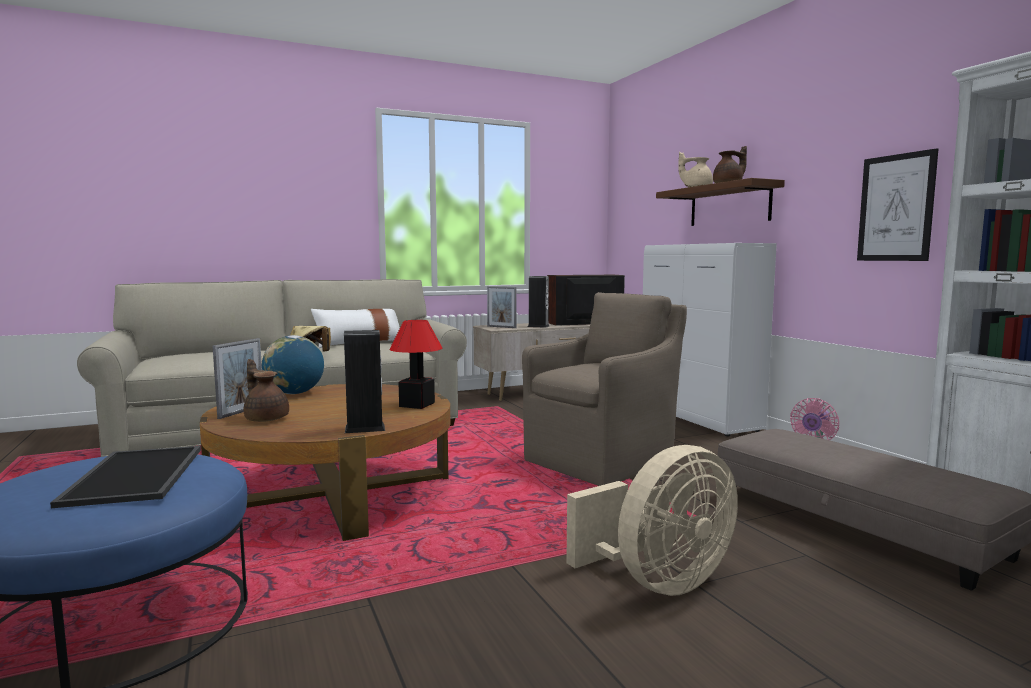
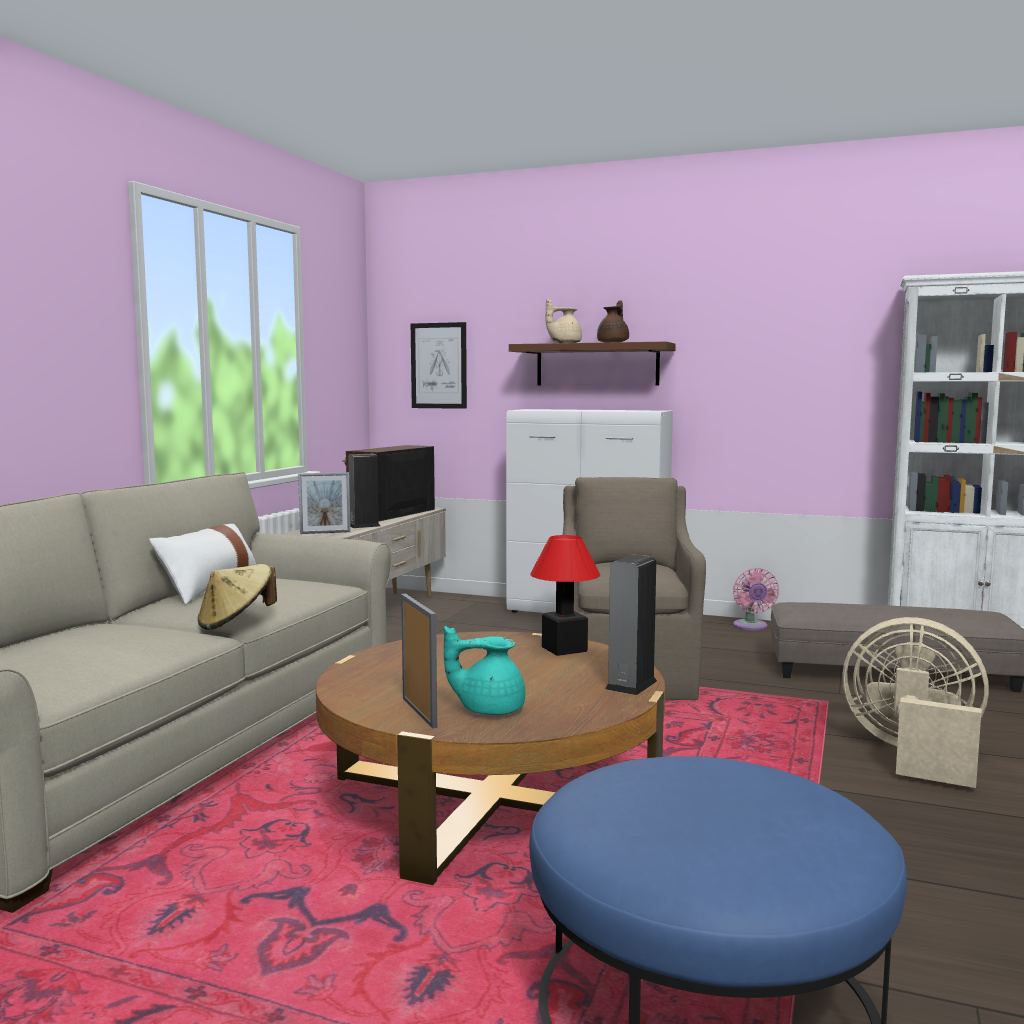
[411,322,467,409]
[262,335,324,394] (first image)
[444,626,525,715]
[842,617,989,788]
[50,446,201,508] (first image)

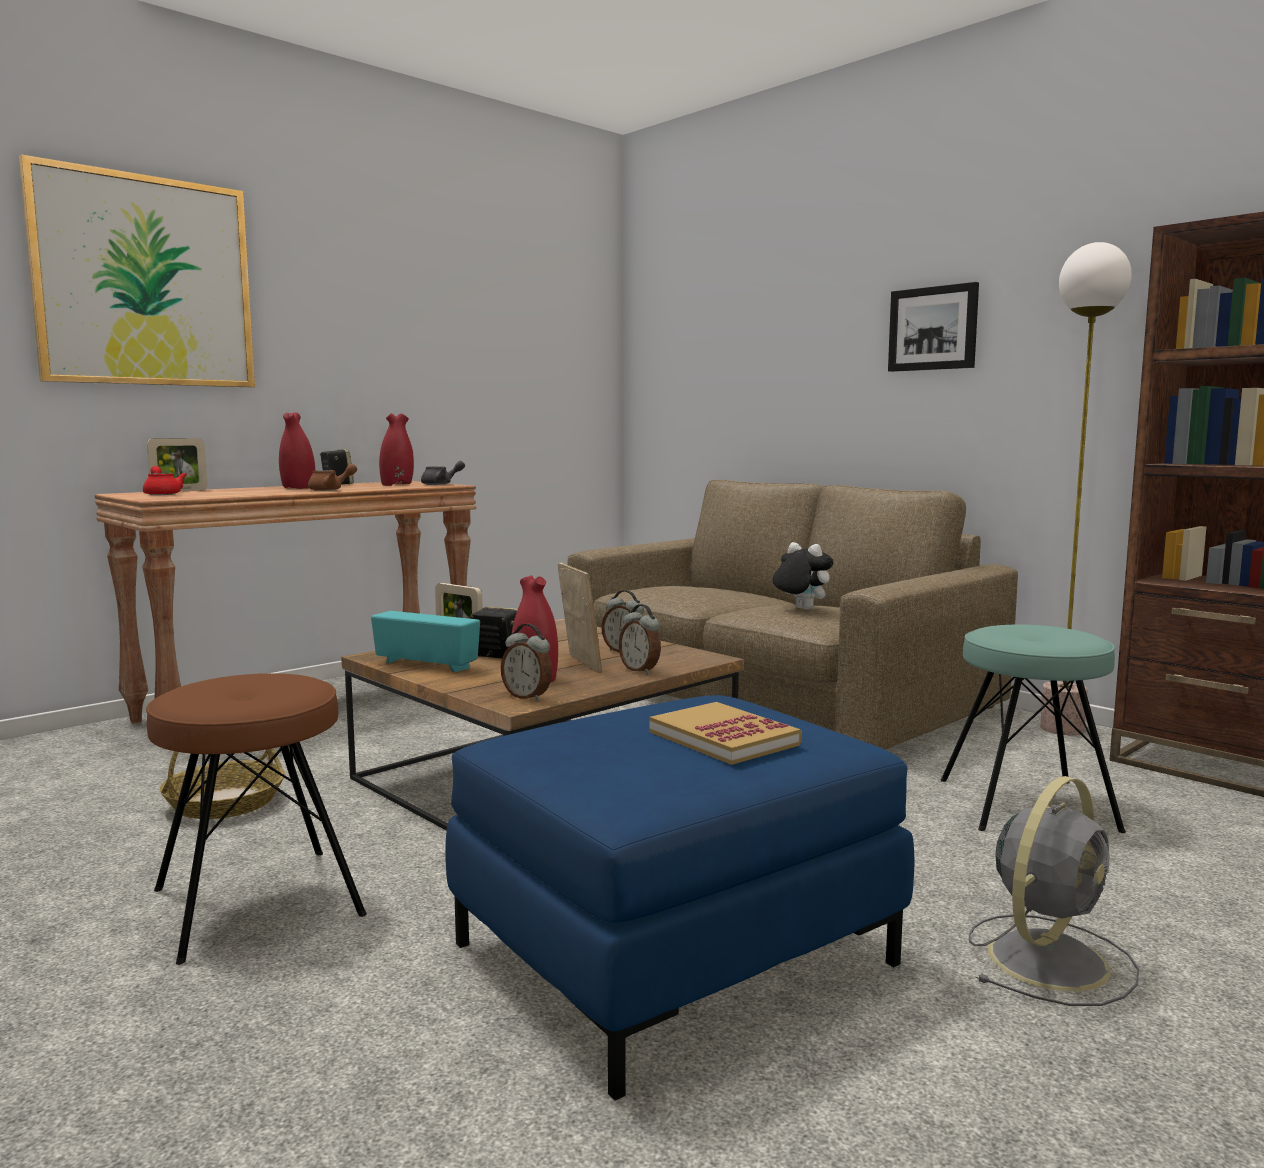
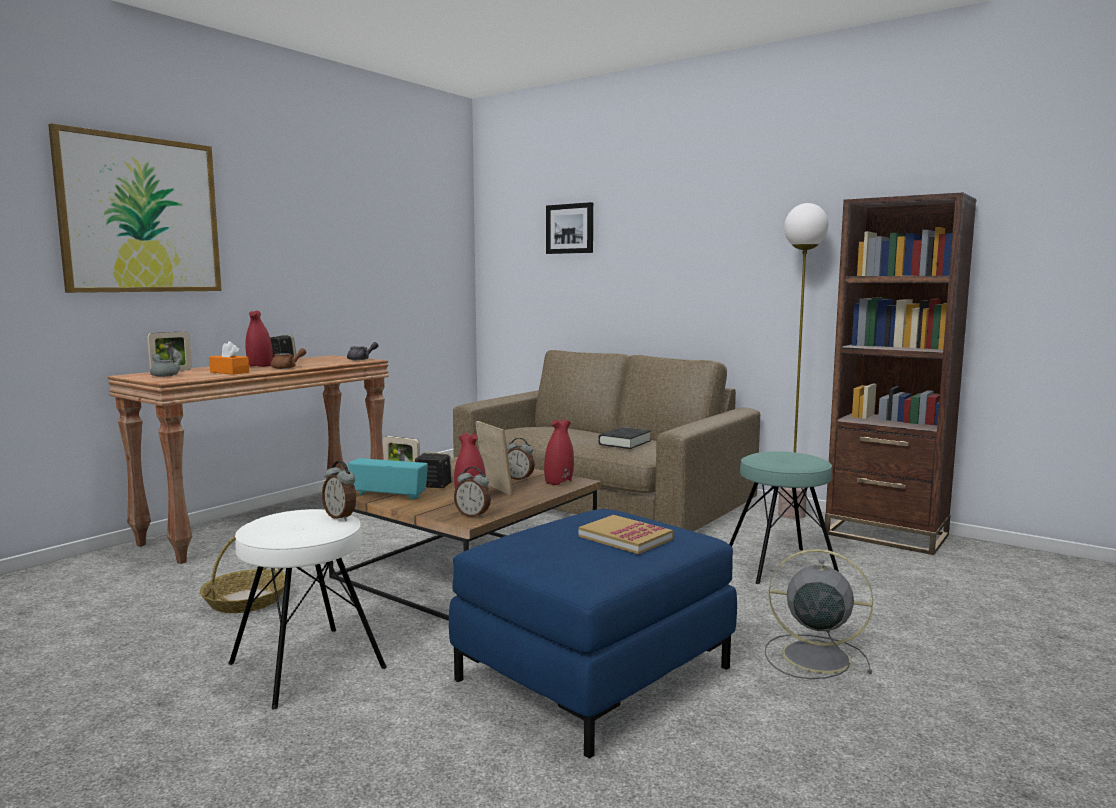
[546,202,593,254]
[544,419,574,485]
[150,354,182,377]
[598,427,651,449]
[322,461,356,521]
[228,509,387,710]
[765,549,873,679]
[209,341,249,375]

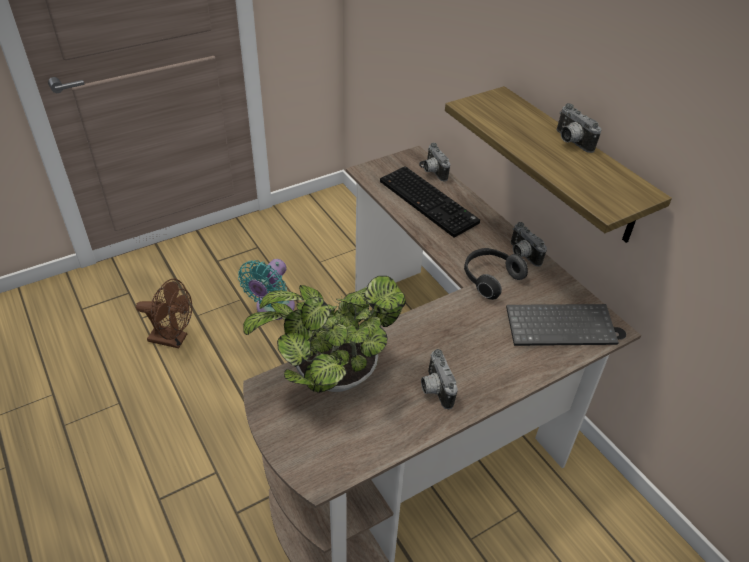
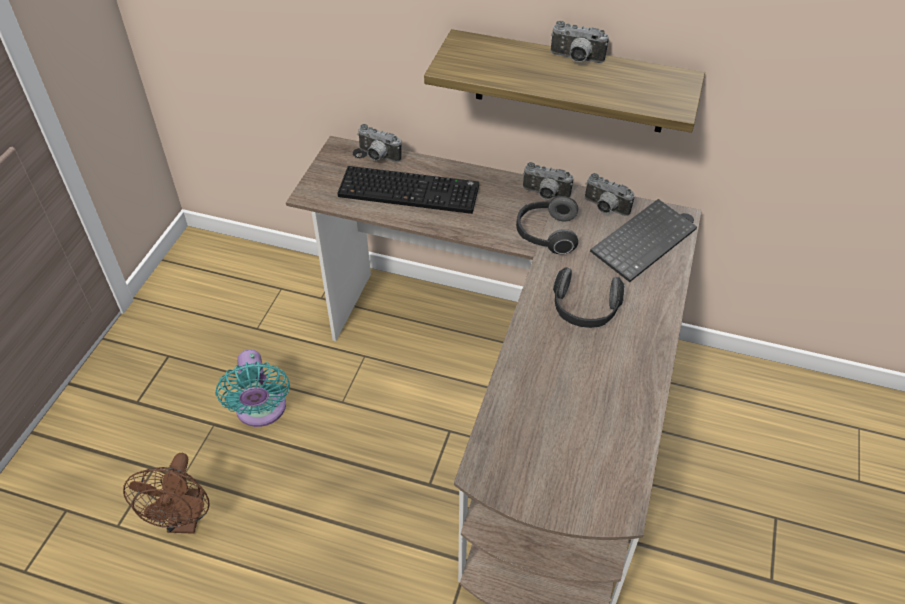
[243,276,406,393] (first image)
[123,453,210,534]
[585,173,635,216]
[553,267,625,328]

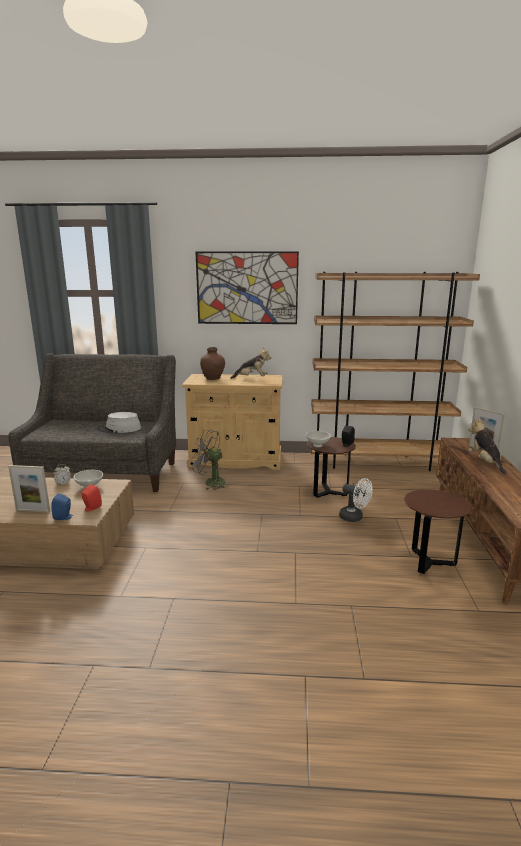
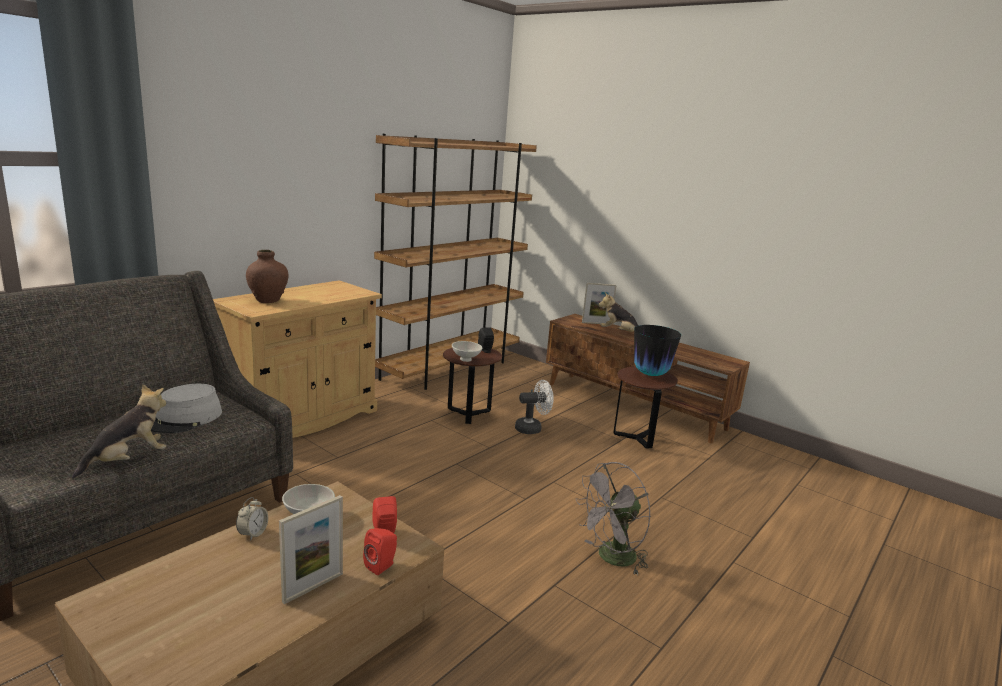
[196,251,299,324] (first image)
[72,384,166,479]
[576,462,651,576]
[363,528,397,575]
[634,325,681,376]

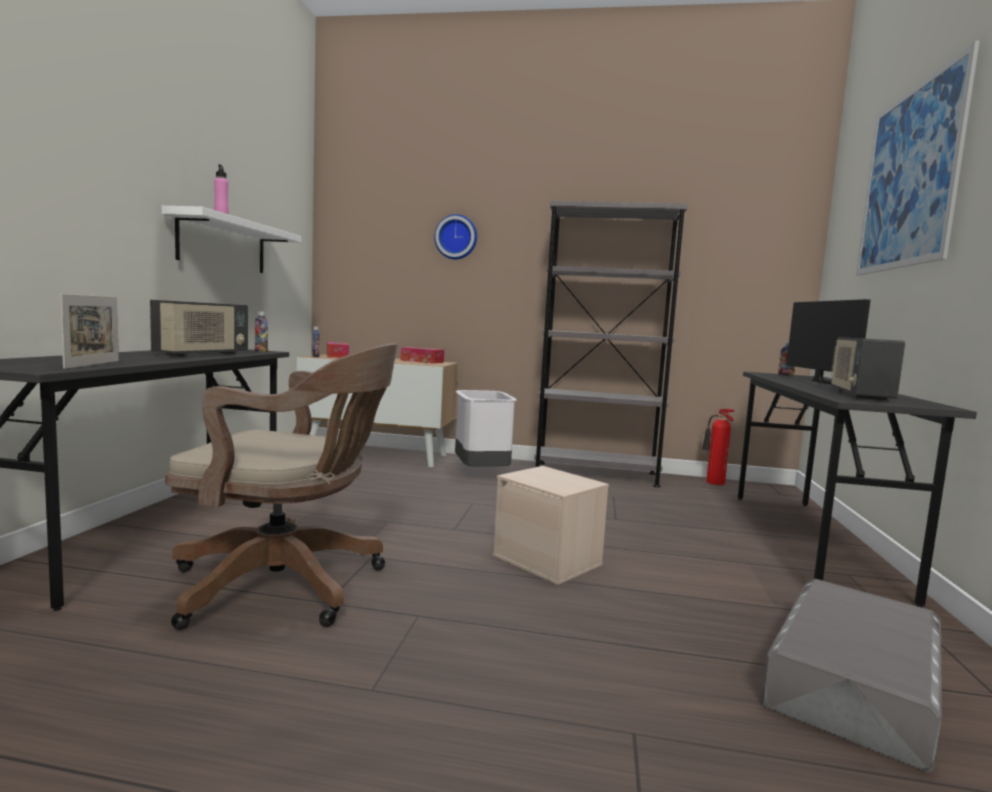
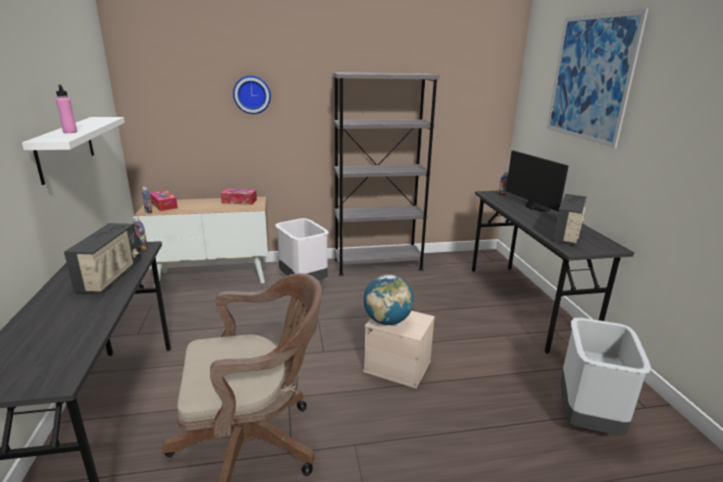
[60,294,119,369] (first image)
[553,194,586,245]
[702,409,735,485] (first image)
[560,318,651,436]
[363,274,414,325]

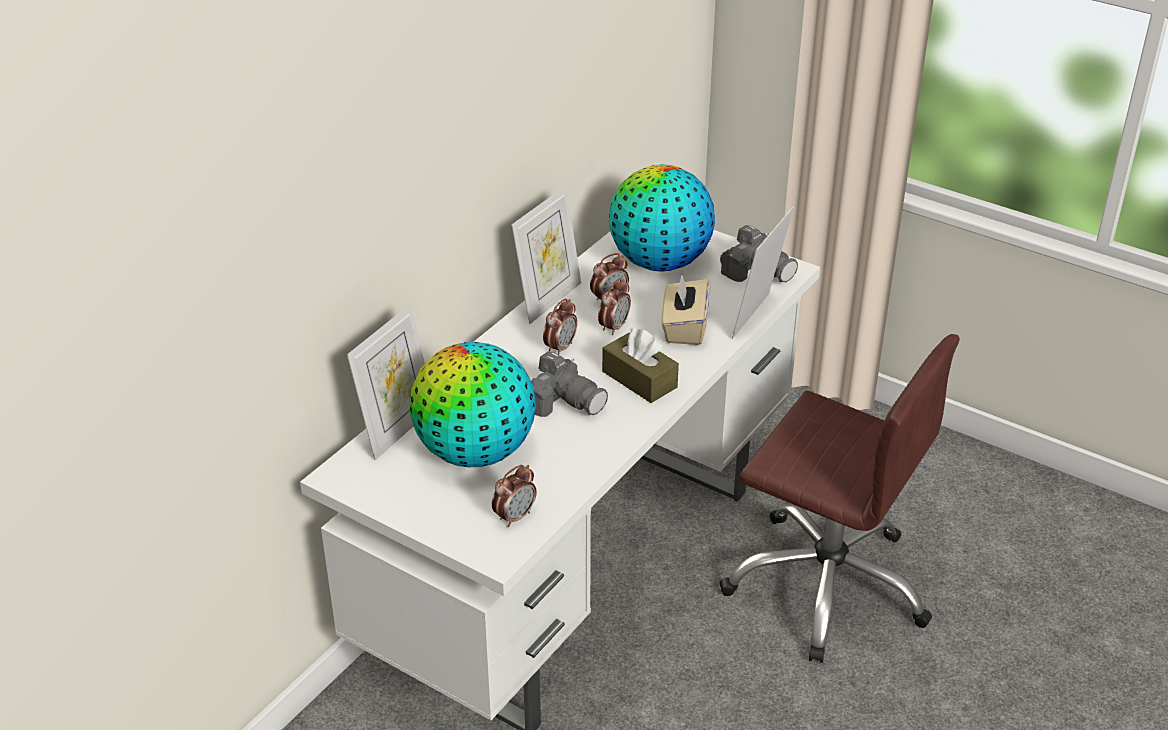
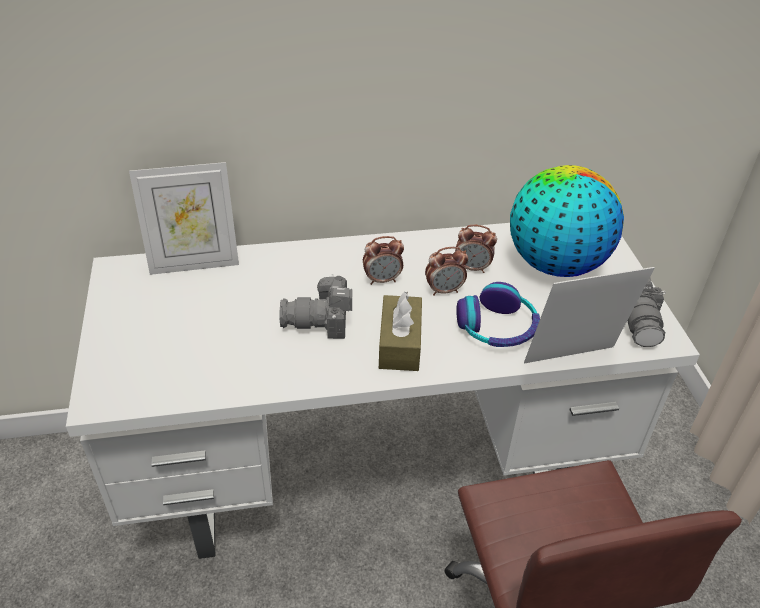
[512,186,581,324] (first image)
[456,282,540,347]
[410,342,536,467] (first image)
[279,274,352,339]
[492,465,537,527] (first image)

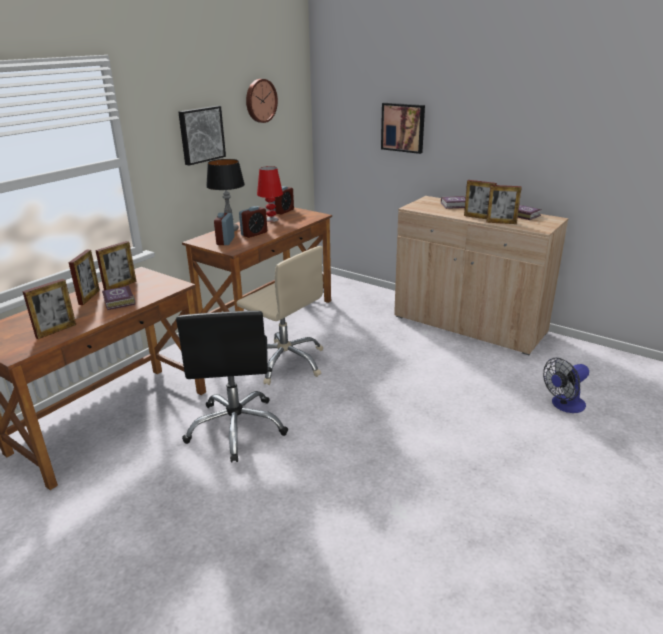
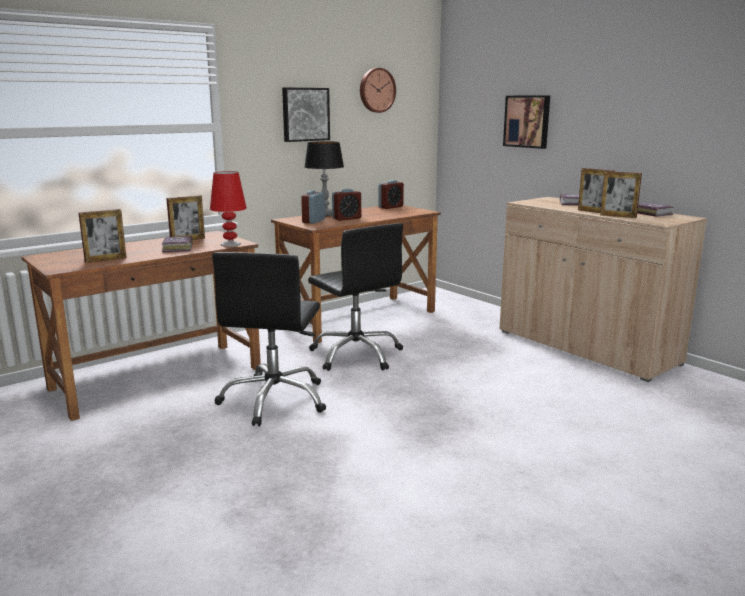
[210,171,247,247]
[308,223,403,371]
[68,250,100,305] (first image)
[543,358,589,413] (first image)

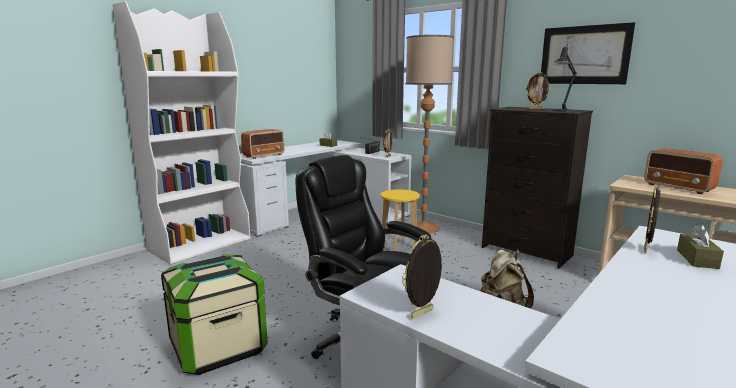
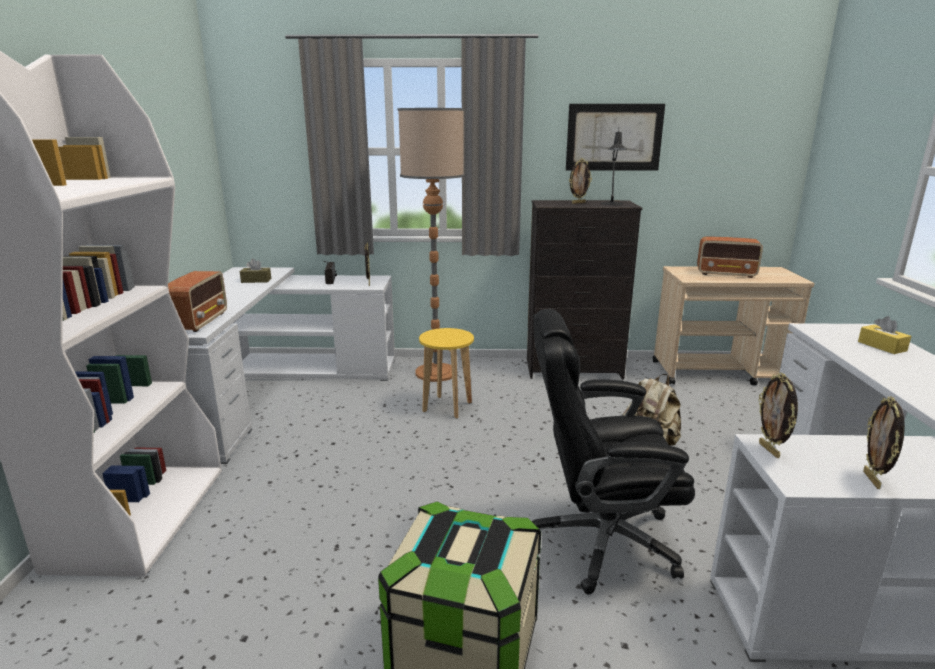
[759,373,798,458]
[858,316,911,354]

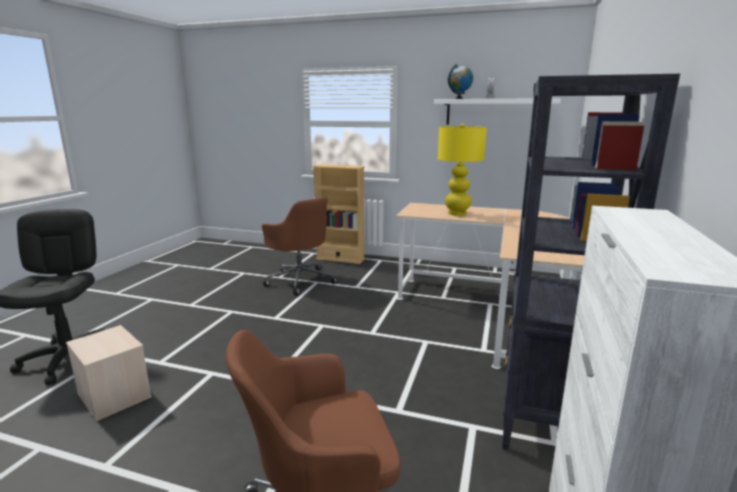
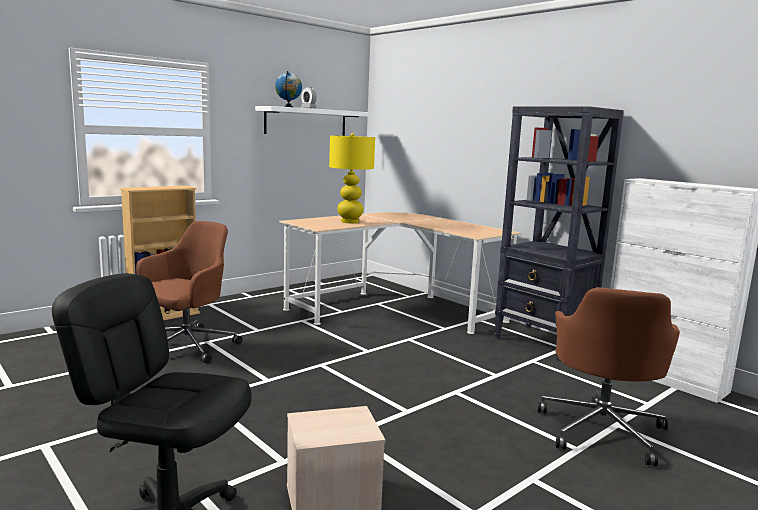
[136,221,243,364]

